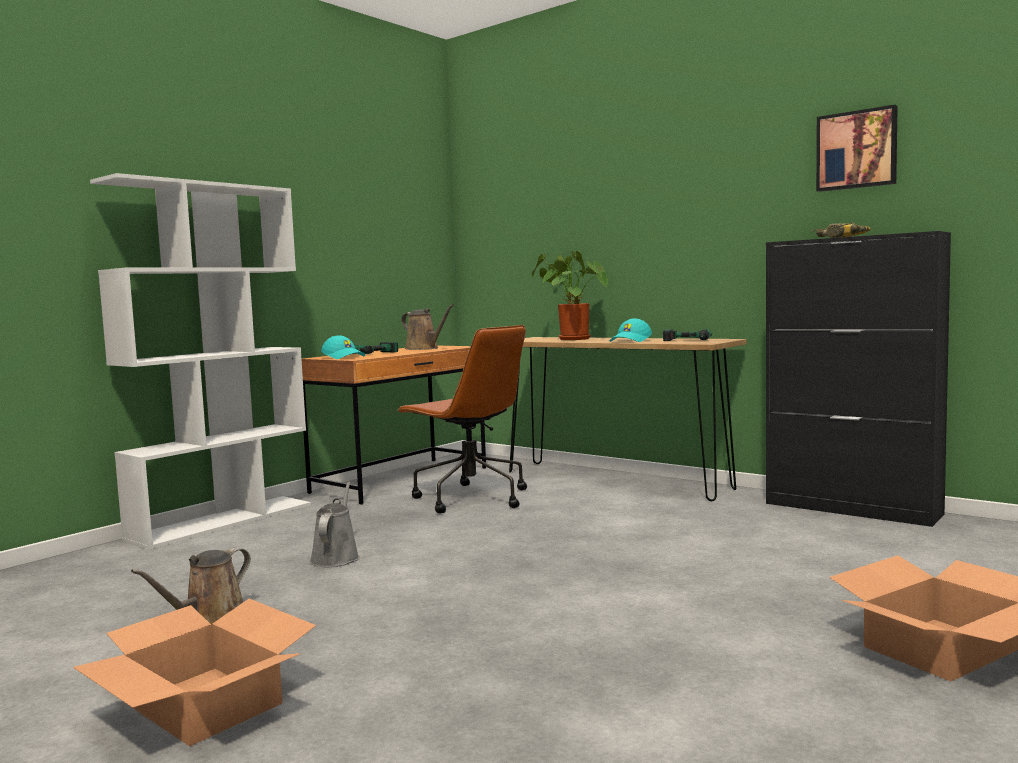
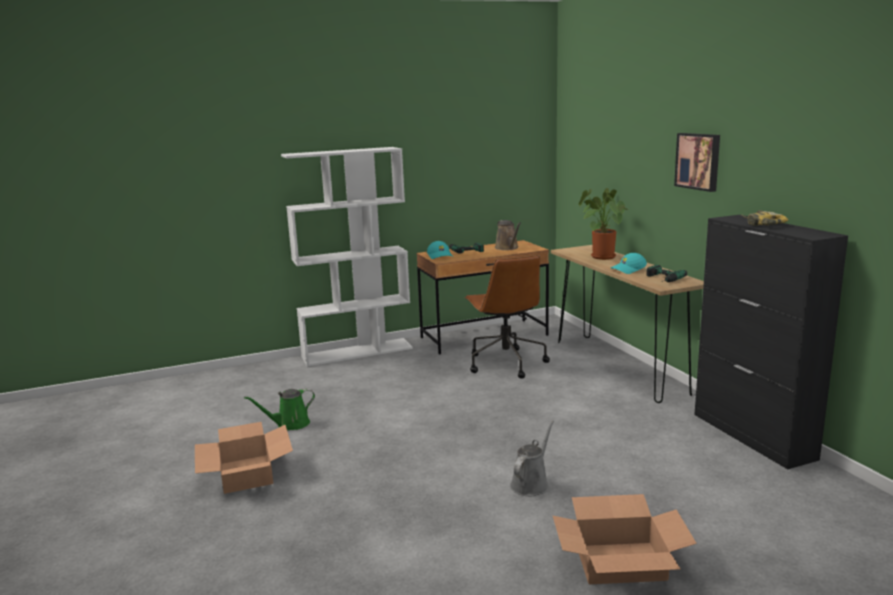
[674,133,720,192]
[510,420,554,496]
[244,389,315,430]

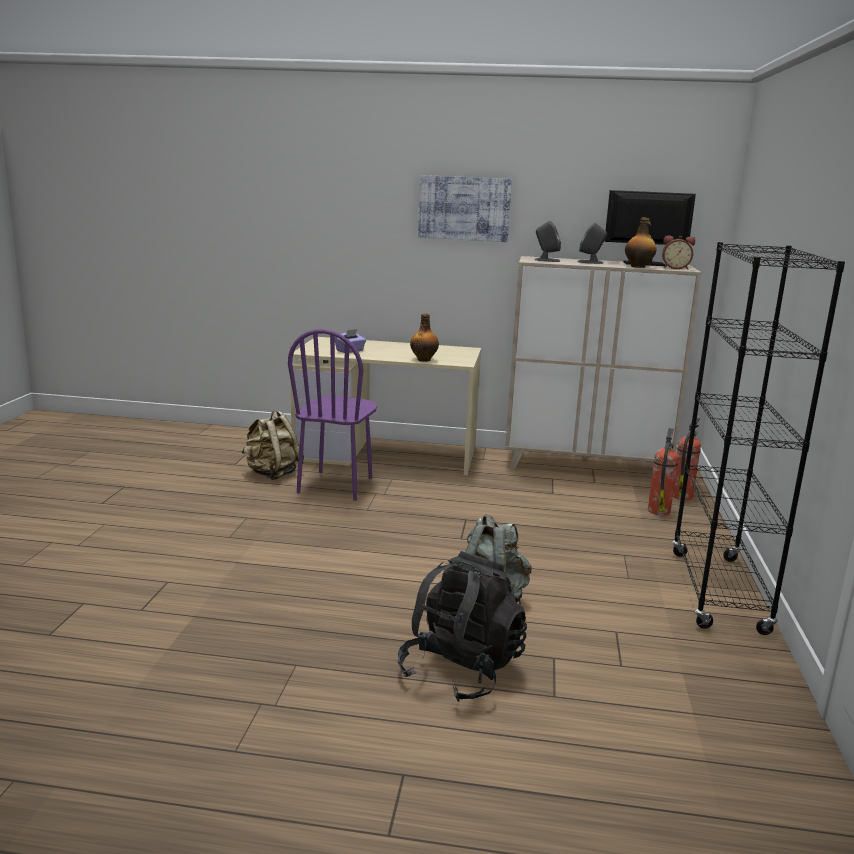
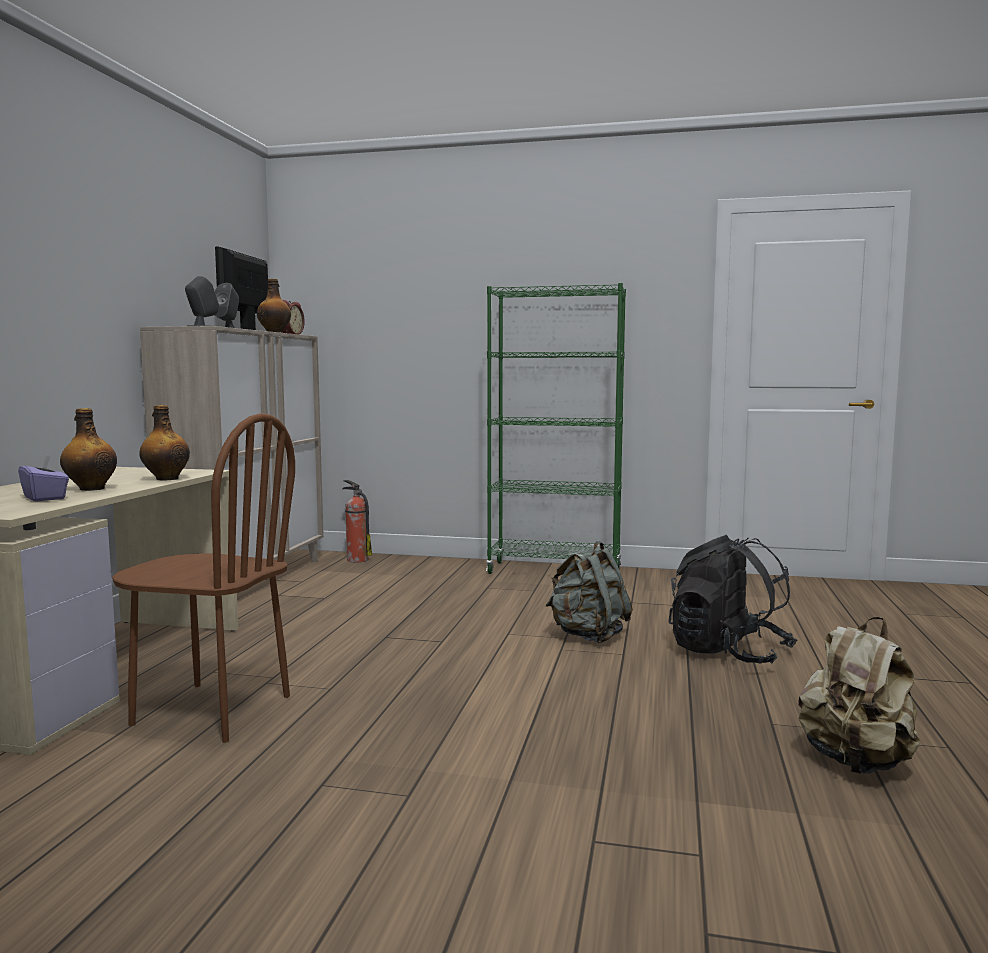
[418,175,512,242] (first image)
[486,283,626,574]
[112,413,295,743]
[798,617,920,774]
[648,428,678,515] (first image)
[60,408,117,491]

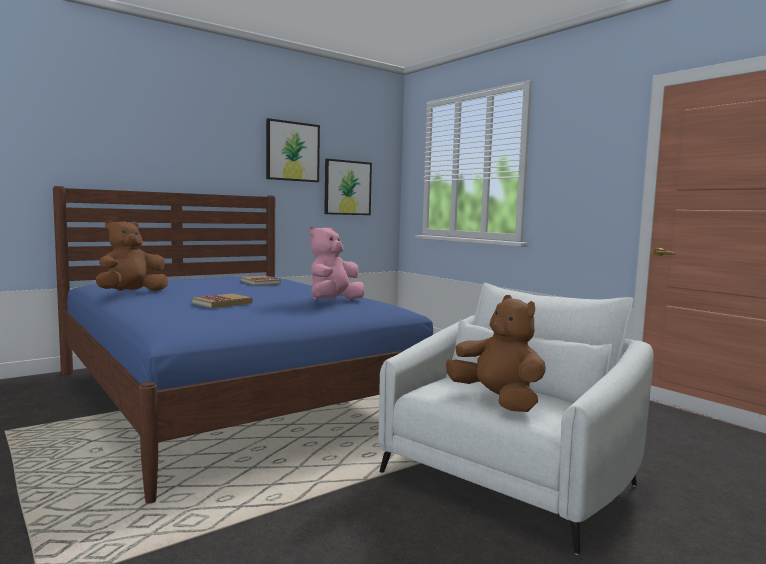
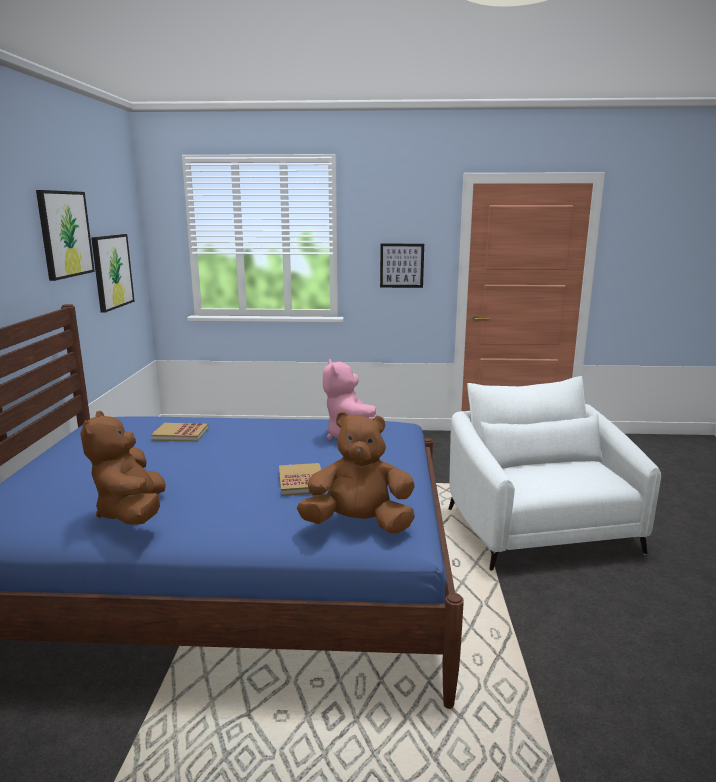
[297,412,415,533]
[380,244,424,288]

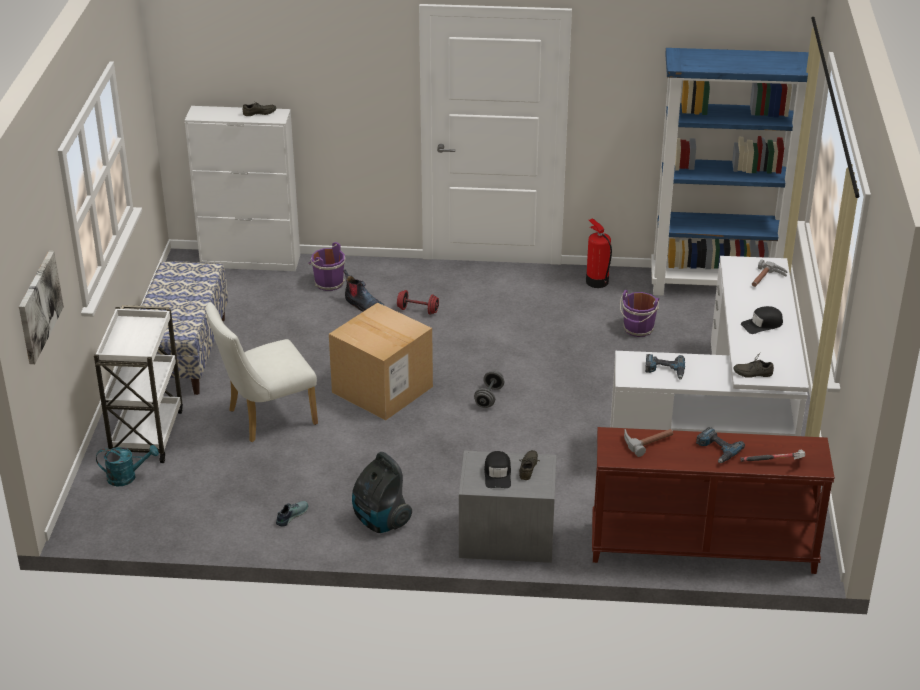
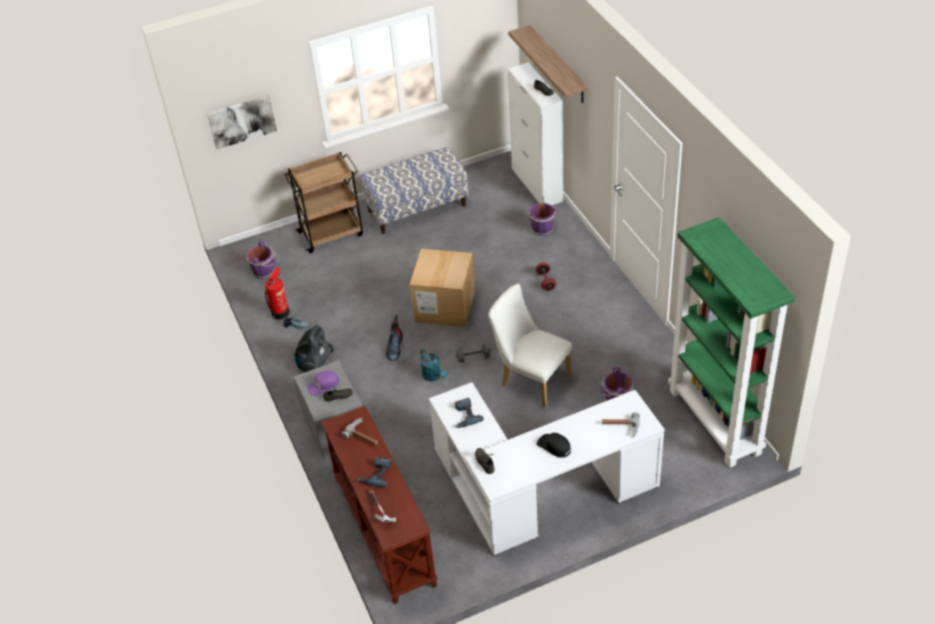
[668,217,795,468]
[265,267,289,320]
[386,315,403,361]
[488,284,572,408]
[284,152,363,253]
[420,349,447,381]
[307,371,339,396]
[508,25,588,103]
[246,241,277,279]

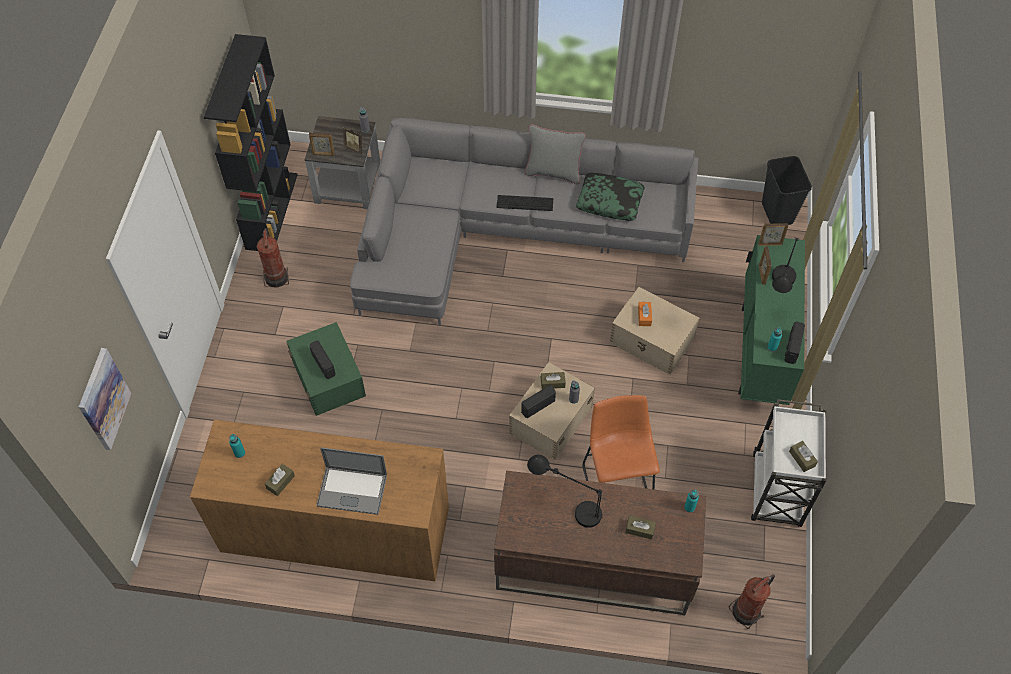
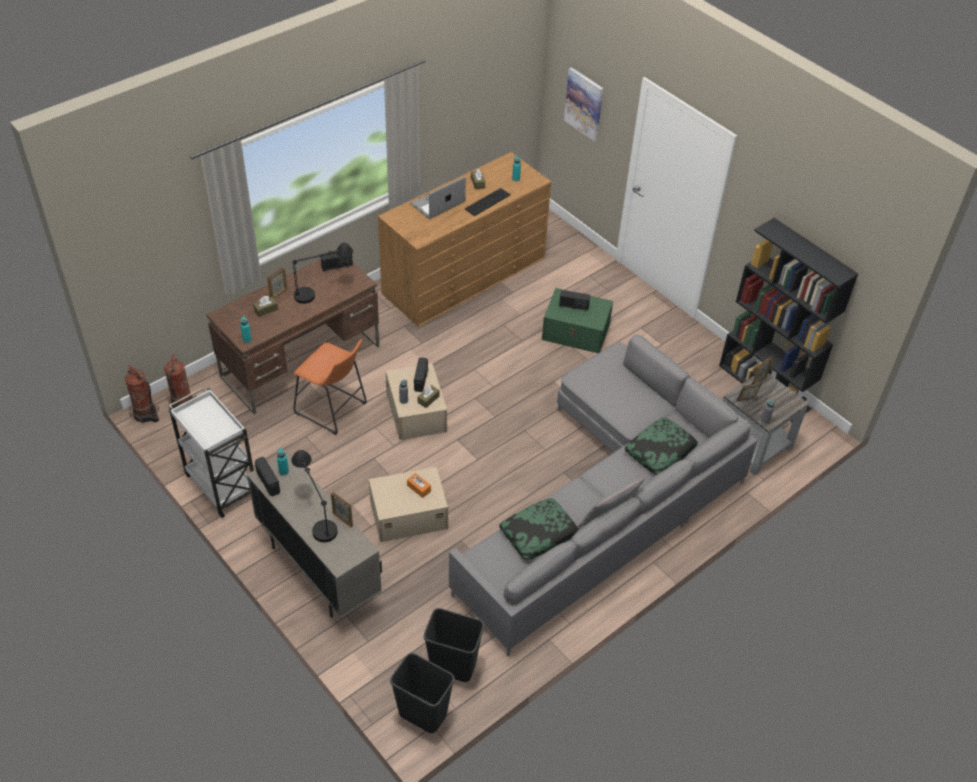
[465,188,511,216]
[267,267,287,298]
[125,365,159,424]
[247,451,382,618]
[789,441,818,472] (first image)
[321,253,353,271]
[624,418,699,475]
[424,608,484,682]

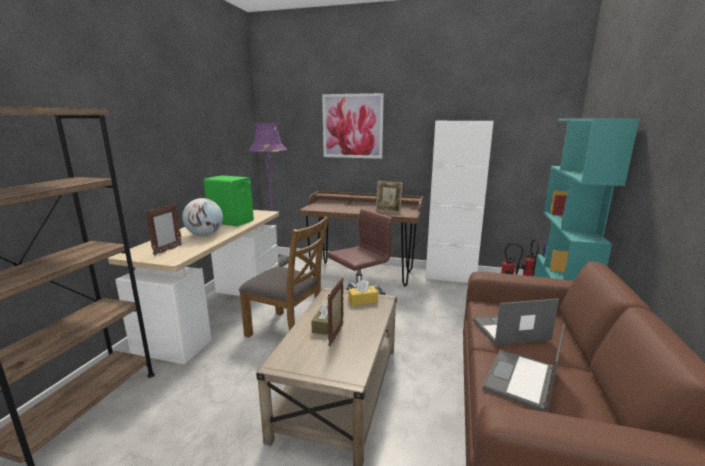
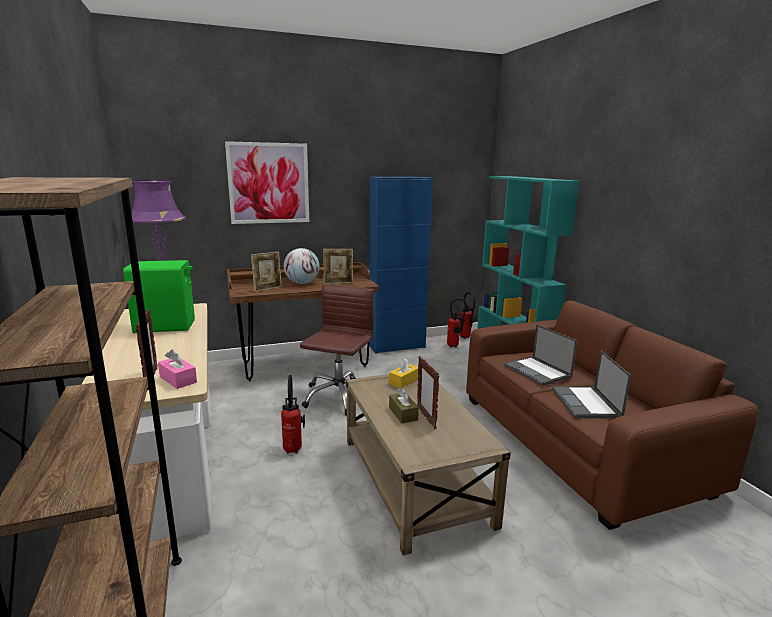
[369,177,433,354]
[284,248,319,284]
[281,375,305,453]
[504,324,578,386]
[251,251,282,292]
[158,350,197,389]

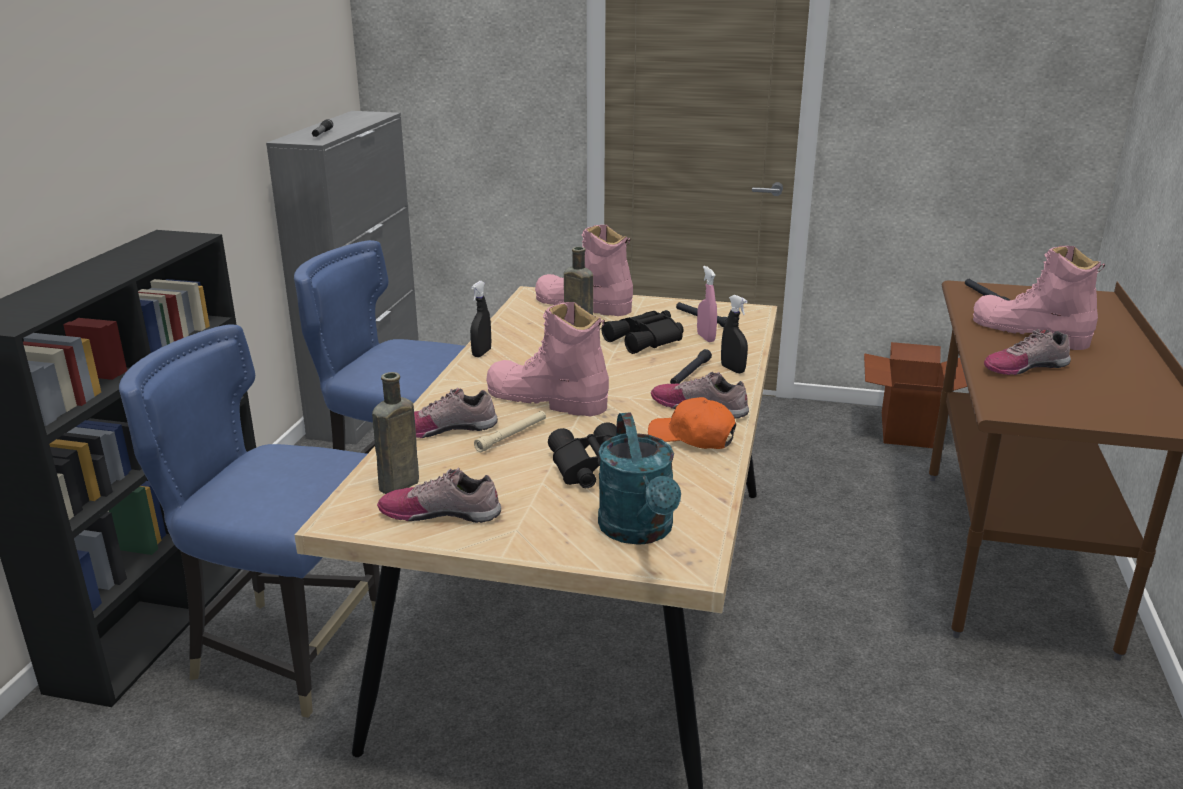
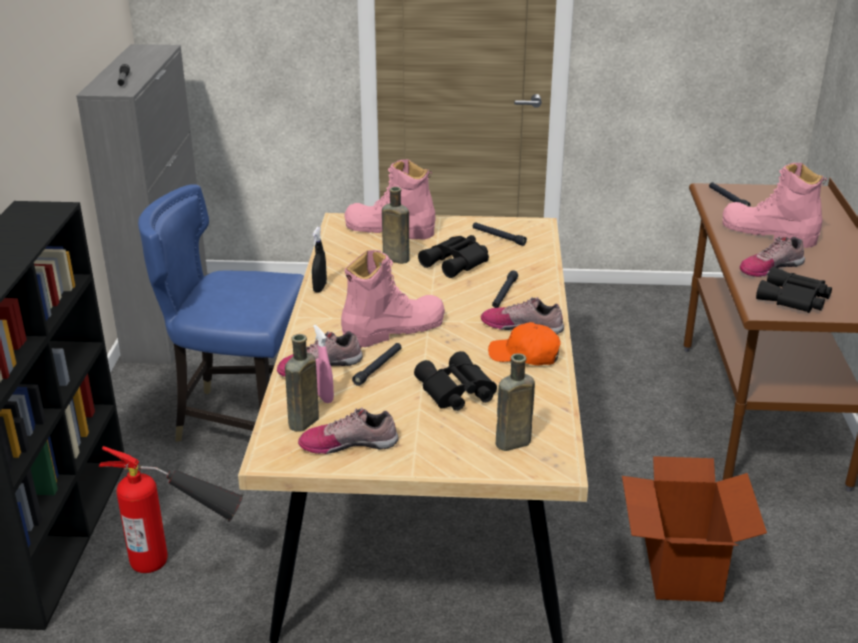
[313,325,334,403]
[721,295,748,373] (first image)
[341,250,445,348]
[98,446,243,573]
[622,456,767,602]
[352,343,402,386]
[496,353,535,451]
[756,266,832,313]

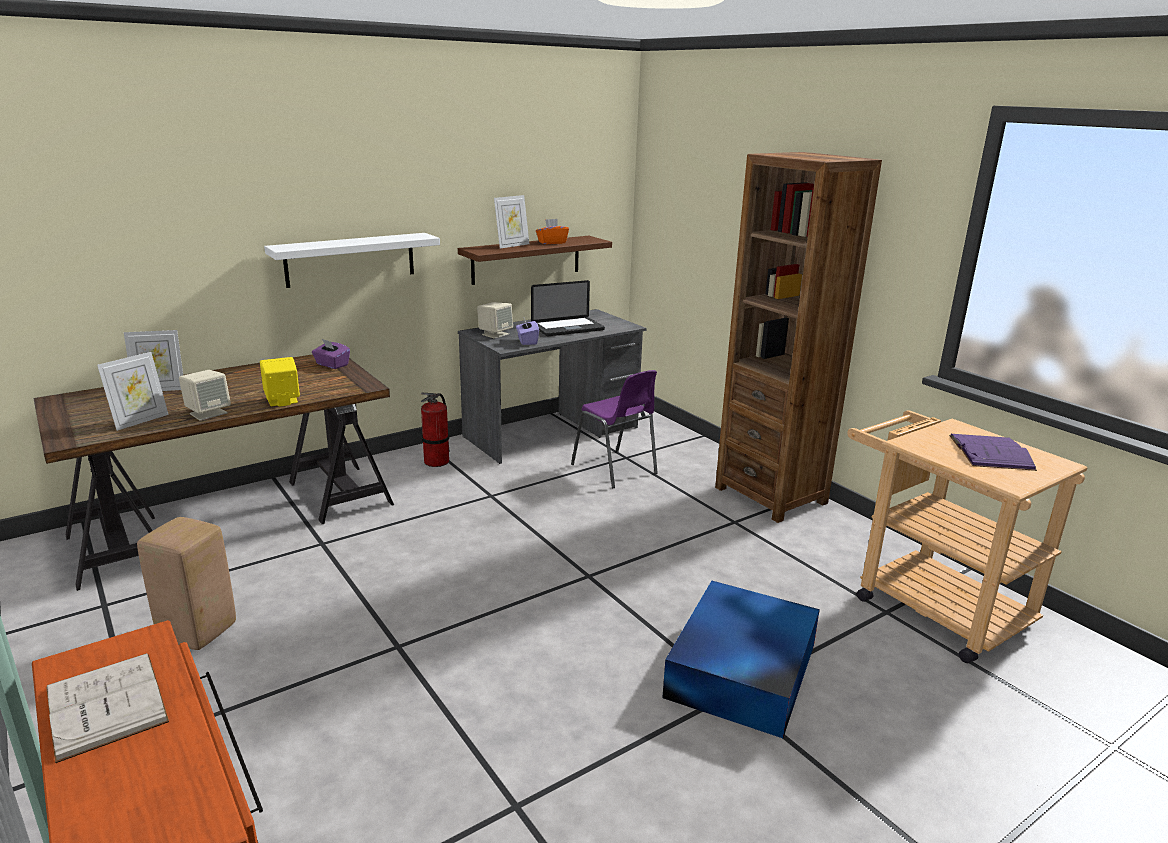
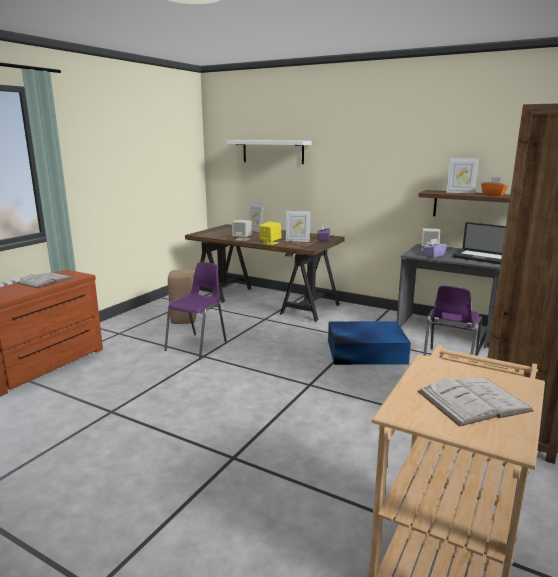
[227,140,312,164]
[286,211,311,242]
[421,393,450,467] (first image)
[418,377,534,427]
[328,321,411,365]
[164,262,227,360]

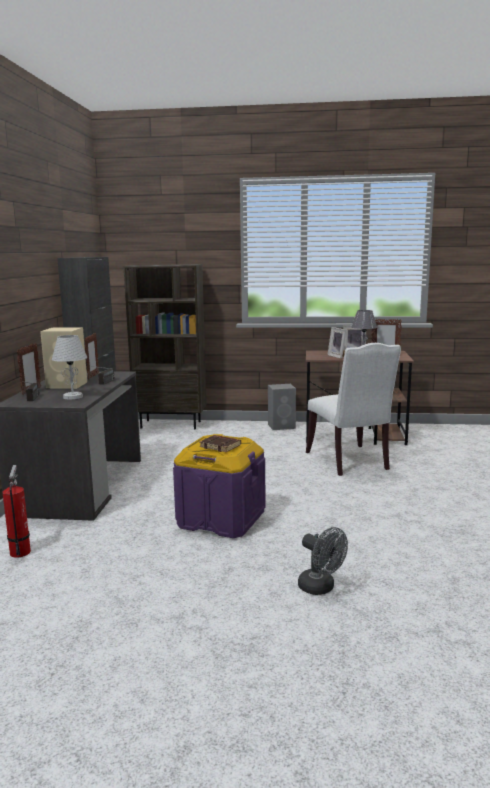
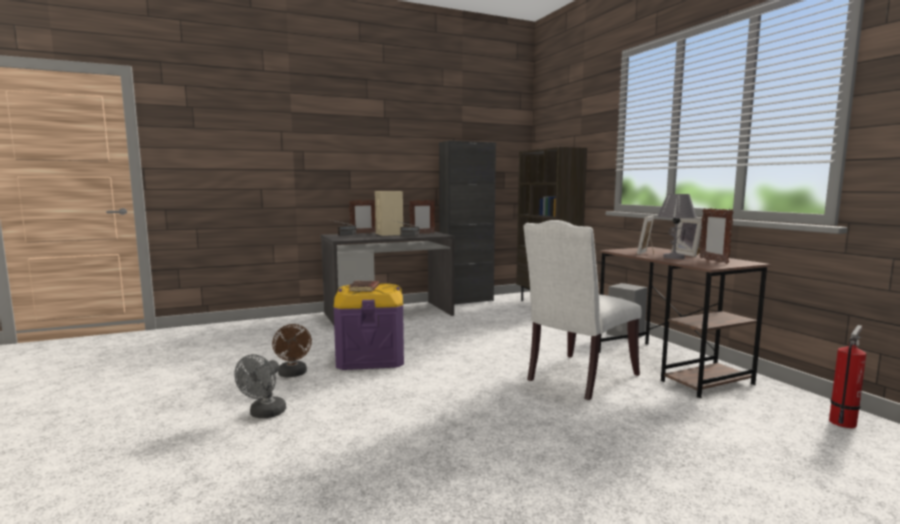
[52,335,88,399] (first image)
[829,325,866,428]
[272,324,312,377]

